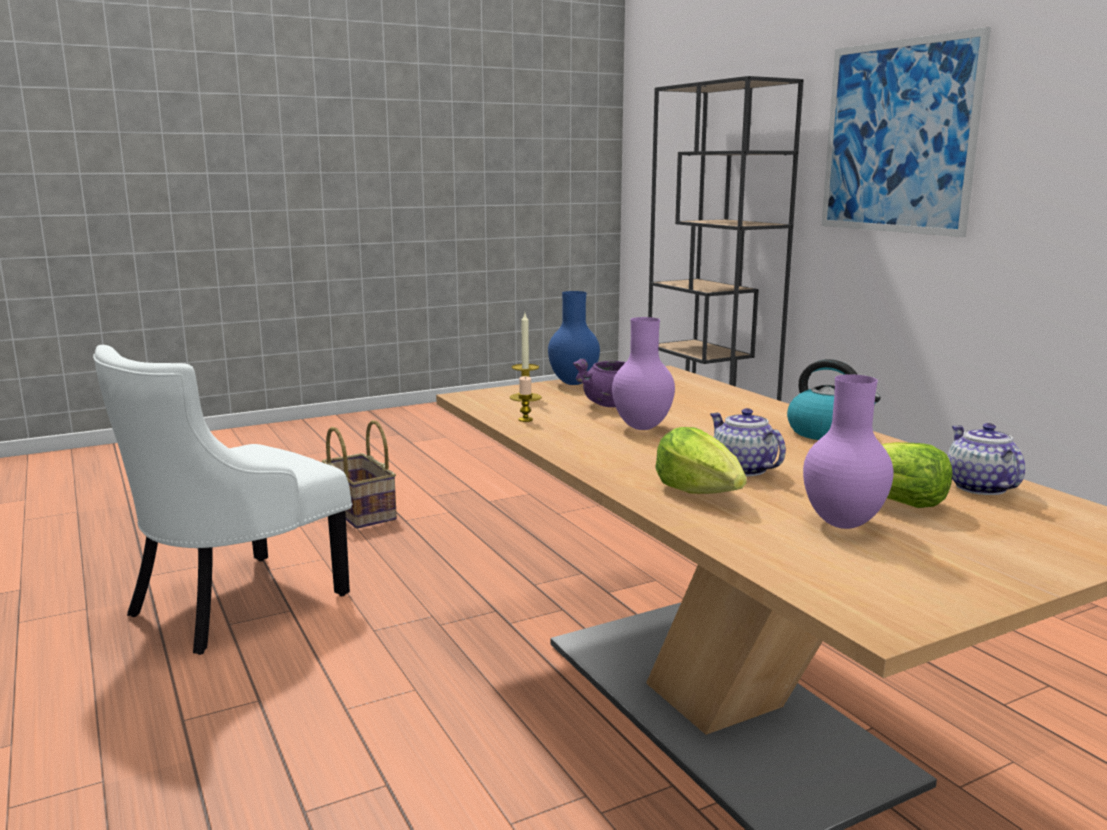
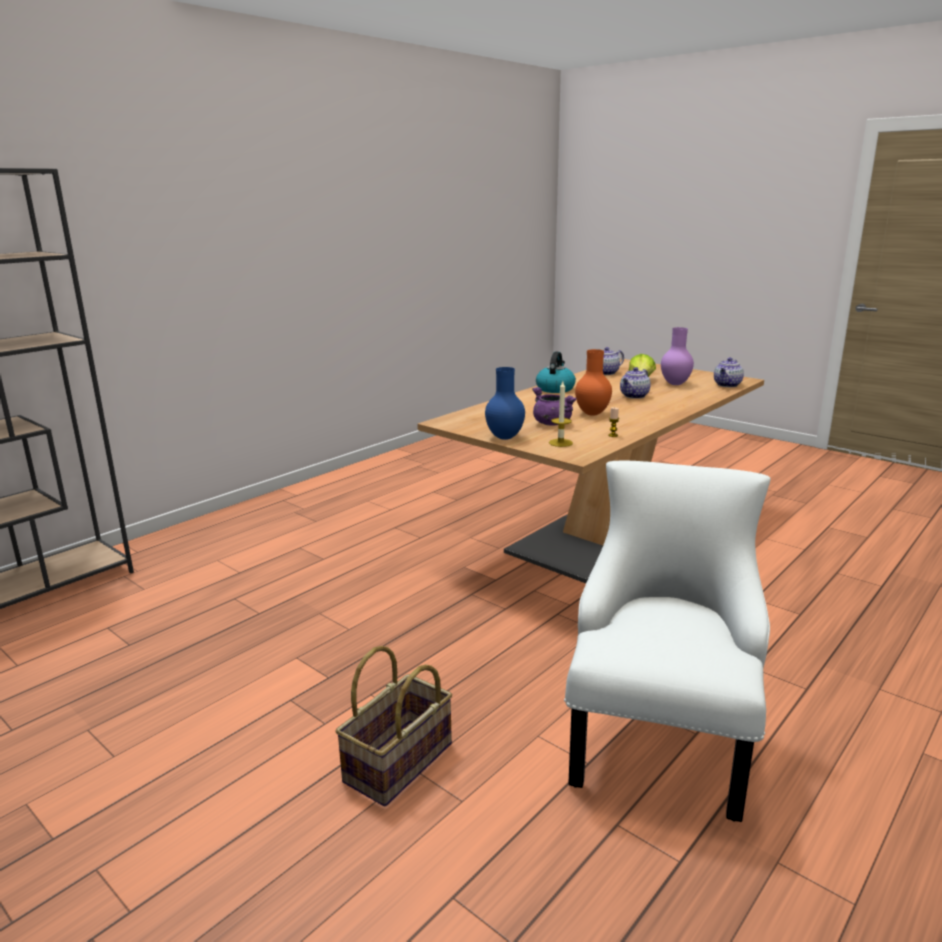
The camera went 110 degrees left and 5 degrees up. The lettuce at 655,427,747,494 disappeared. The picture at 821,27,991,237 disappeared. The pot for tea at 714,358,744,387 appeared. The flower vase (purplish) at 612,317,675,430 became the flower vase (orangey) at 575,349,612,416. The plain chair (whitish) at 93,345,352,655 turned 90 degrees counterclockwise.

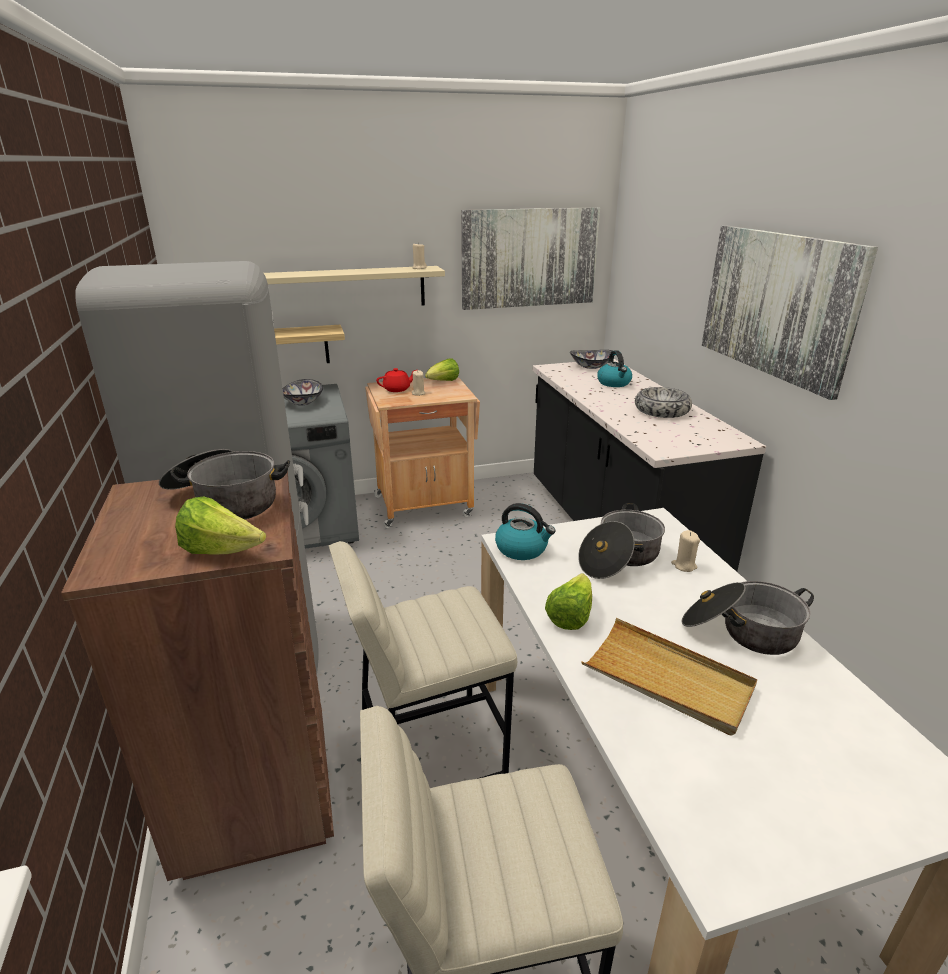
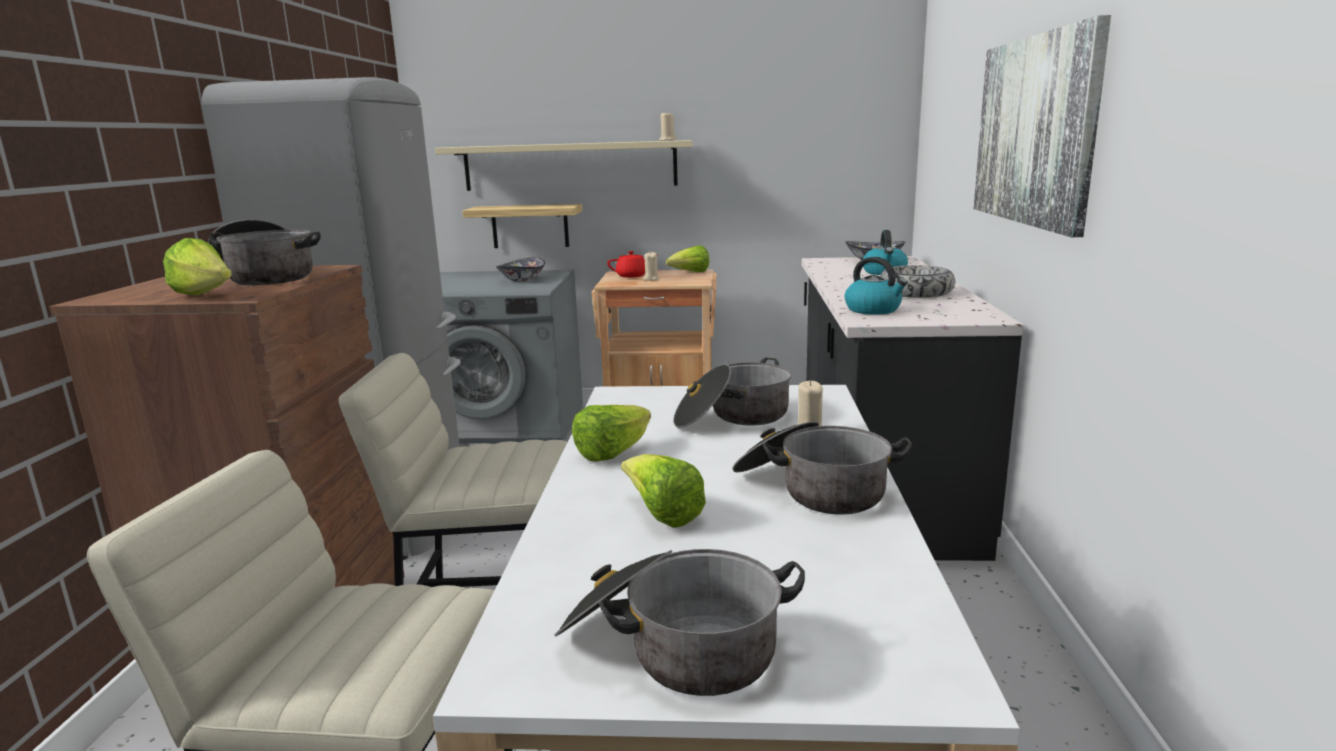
The camera went 20 degrees right and 10 degrees down. The picture at 461,207,600,310 disappeared. The stockpot at 555,549,805,696 appeared. The water kettle moved from 495,503,555,560 to 845,257,908,315. The carrying tray (beige-coloured) at 582,618,757,736 was replaced by the lettuce at 621,454,706,528.

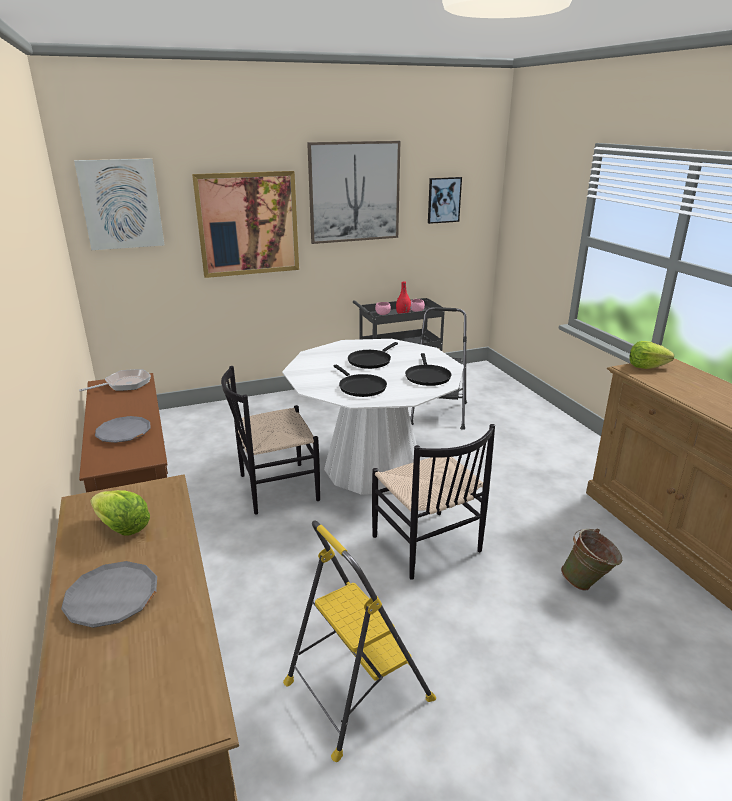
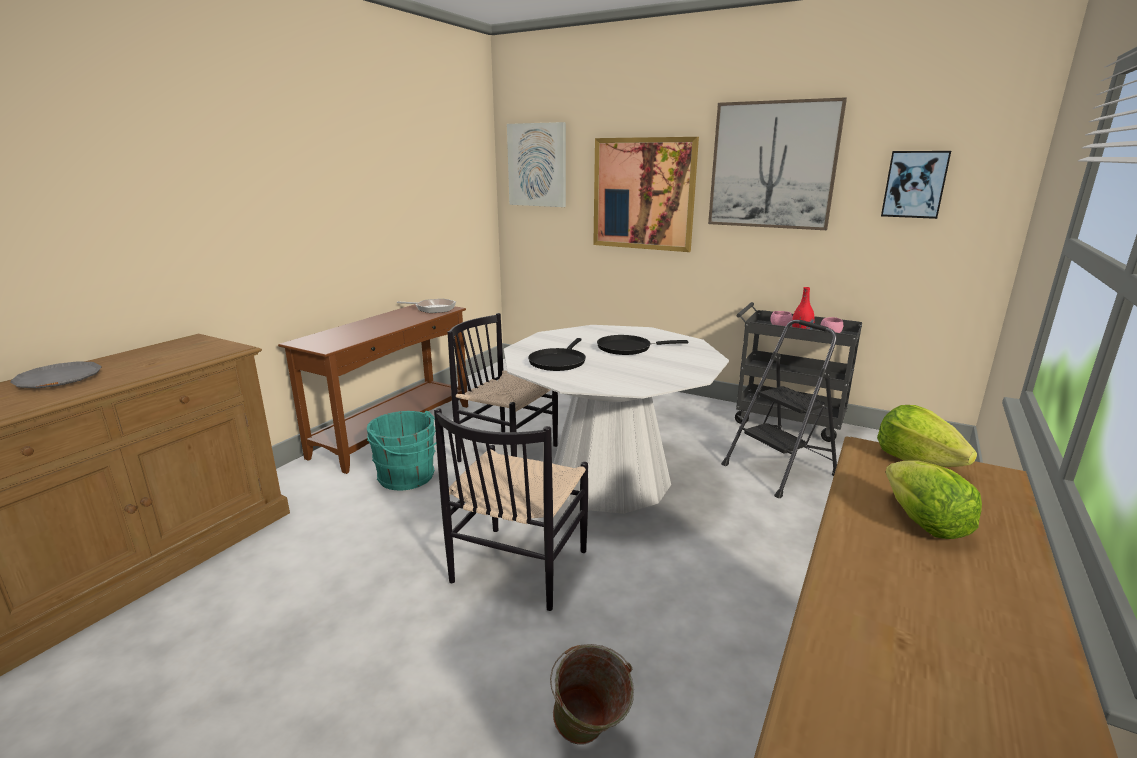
The camera went 50 degrees right and 5 degrees down. The flat dish (greyish) at 95,416,150,443 disappeared. The stepladder (yellowish) at 283,521,436,762 disappeared. The frying pan (black-coloured) at 405,353,452,386 disappeared. The bucket (blue-green) at 367,411,436,491 appeared. The lettuce moved from 90,490,150,536 to 885,460,982,539.

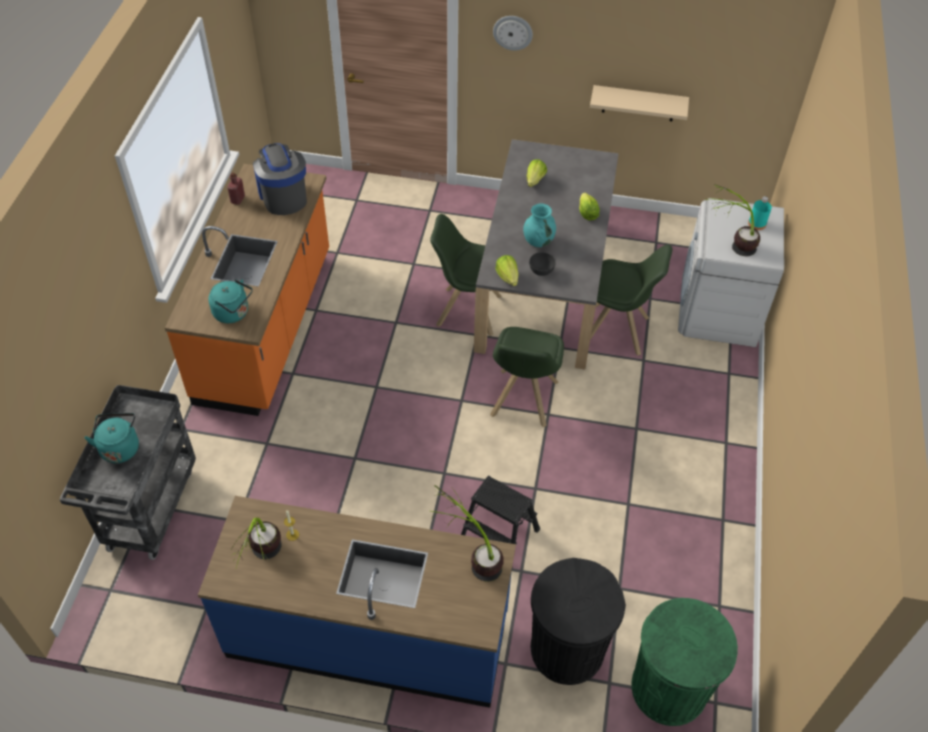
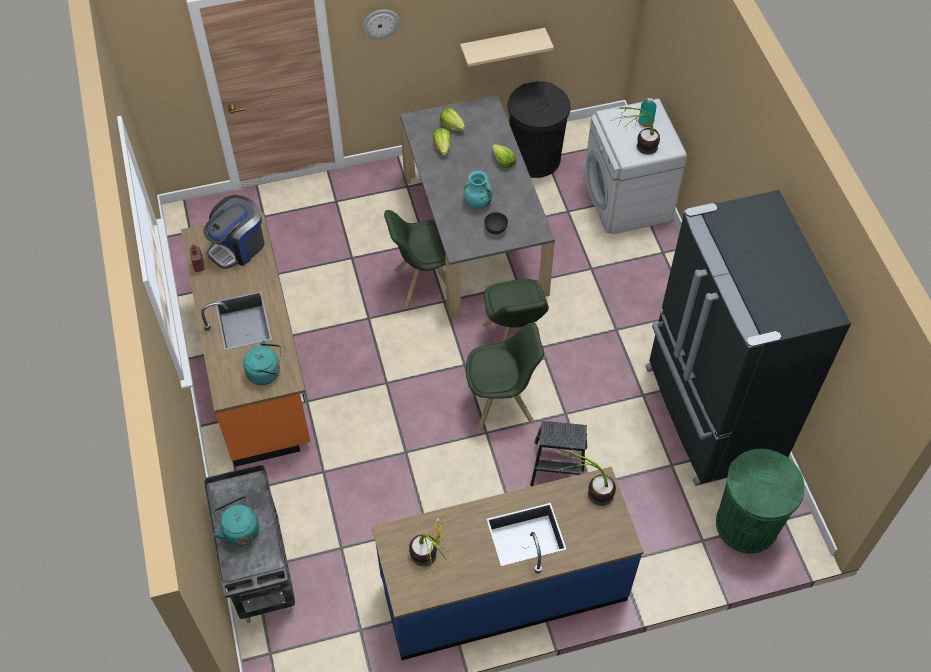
The camera went 25 degrees left and 5 degrees up. The refrigerator (black-coloured) at 646,190,851,486 appeared. The lettuce moved from 495,255,519,286 to 440,108,465,131. The waste bin (black-coloured) moved from 531,558,626,685 to 507,81,570,178. The plain chair (greenish) moved from 590,245,672,356 to 466,322,544,432. The coffee maker at 253,143,307,215 turned 90 degrees counterclockwise.

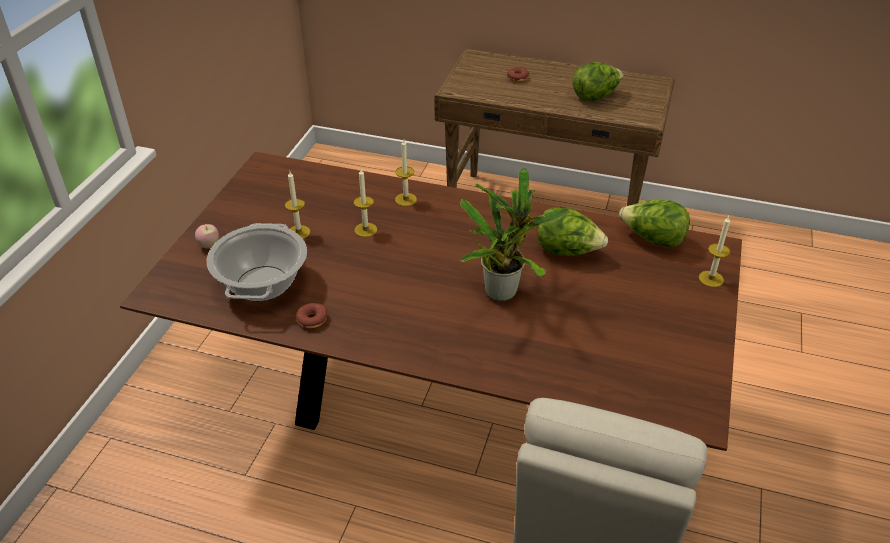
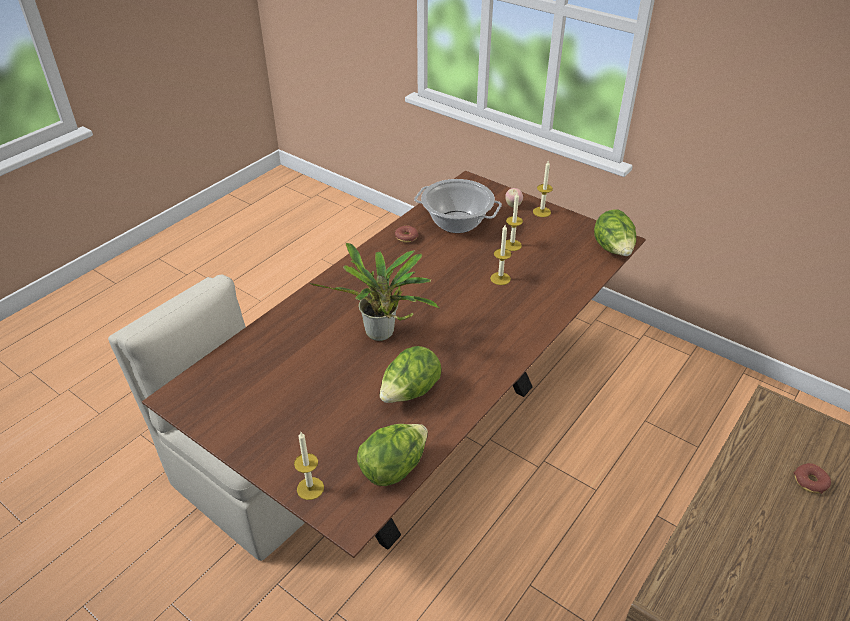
The camera went 110 degrees right and 0 degrees up. The wax light moved from 395,140,417,206 to 533,161,553,217. The lettuce moved from 572,62,623,101 to 594,209,636,256.

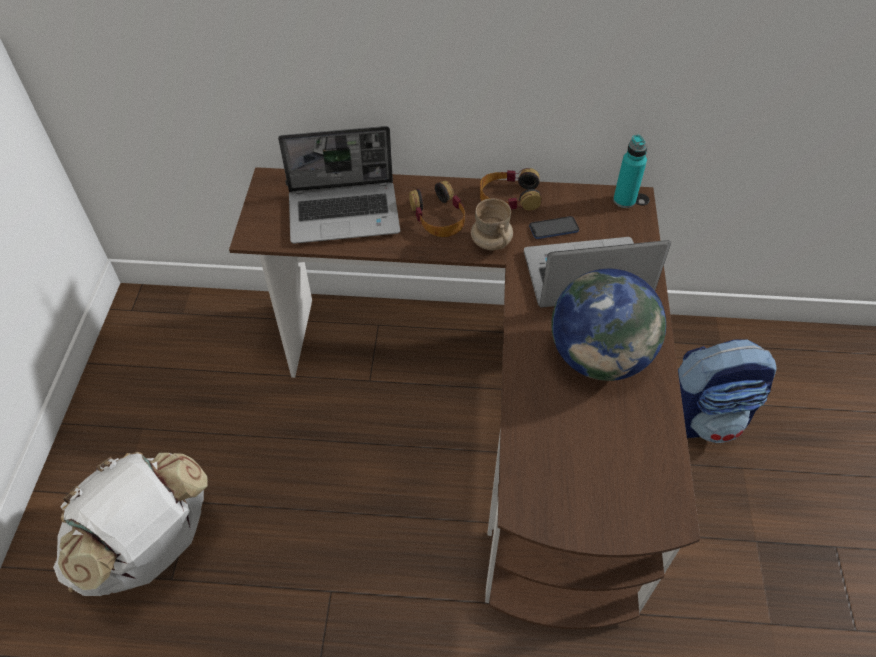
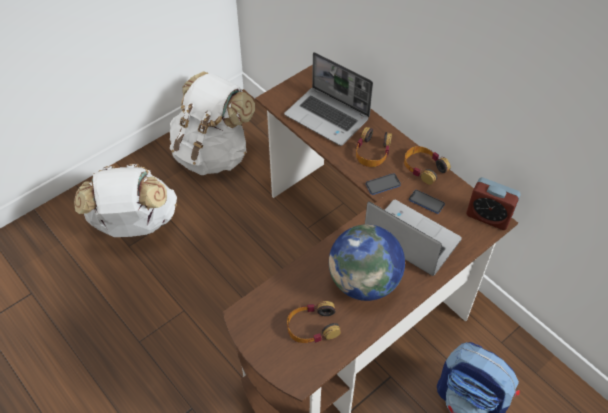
The camera went 45 degrees right and 0 degrees up. The knapsack (whitish) at 170,71,255,175 appeared. The headphones at 287,301,341,343 appeared. The mug (beige-coloured) at 471,199,513,250 was replaced by the telephone at 366,173,401,195. The beverage bottle (blue-green) at 613,135,647,208 was replaced by the table clock at 466,177,521,230.

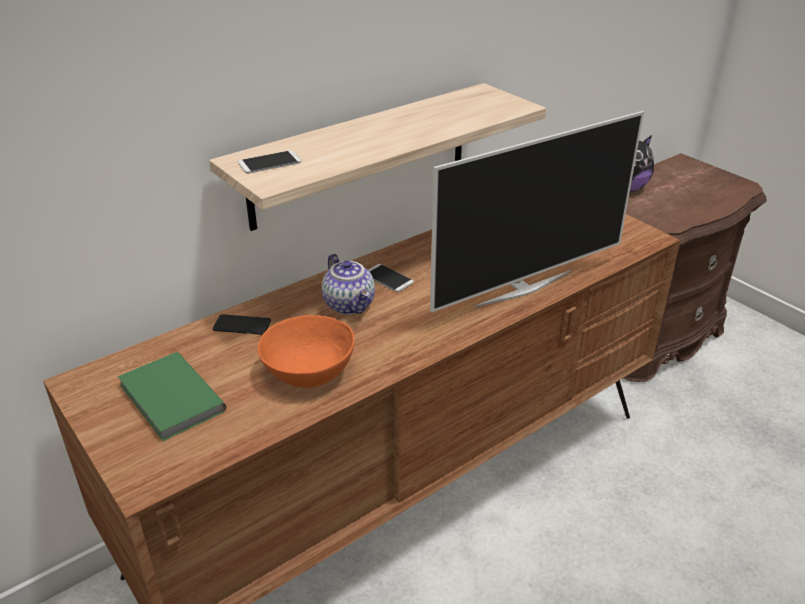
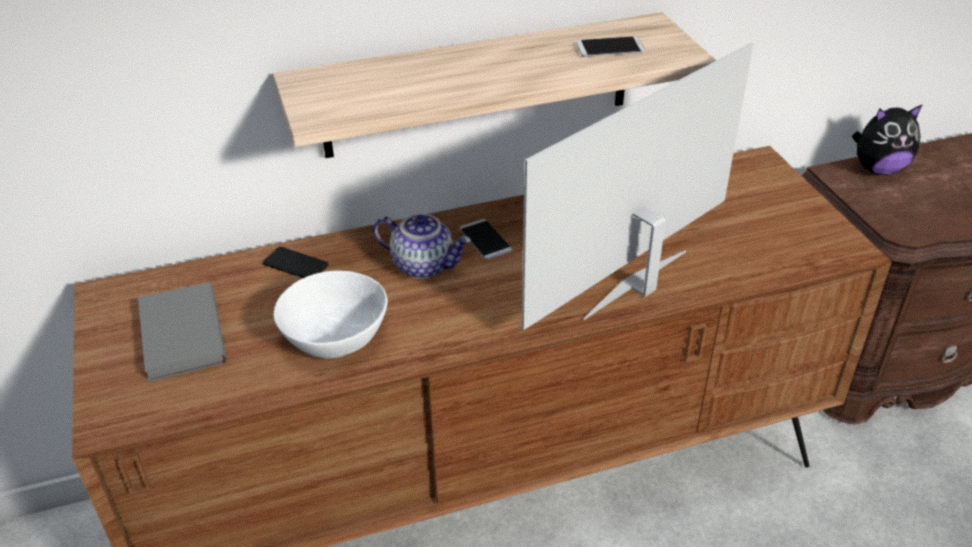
The camera went 20 degrees right and 5 degrees up. The telephone moved from 238,151,302,174 to 576,36,645,57. The volume (greenish) at 118,352,226,441 became the volume (greyish) at 138,282,227,382. The serving bowl (orangey) at 257,315,354,388 became the serving bowl (whitish) at 273,271,388,358. The pot for tea at 322,254,375,315 turned 60 degrees counterclockwise. The TV at 430,111,644,313 turned 150 degrees clockwise.

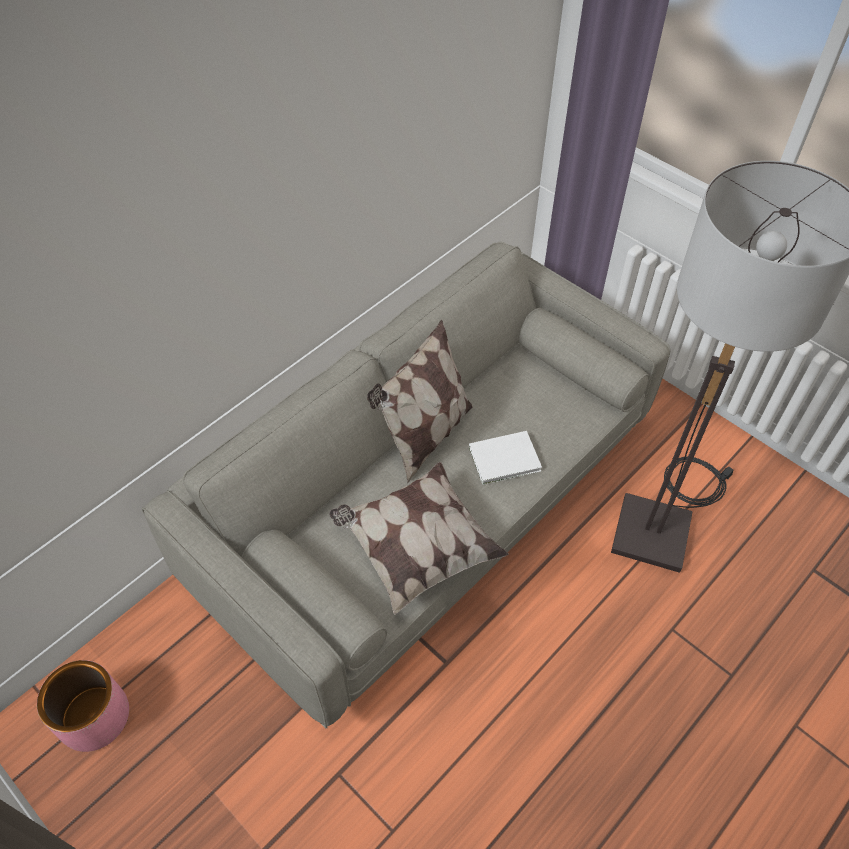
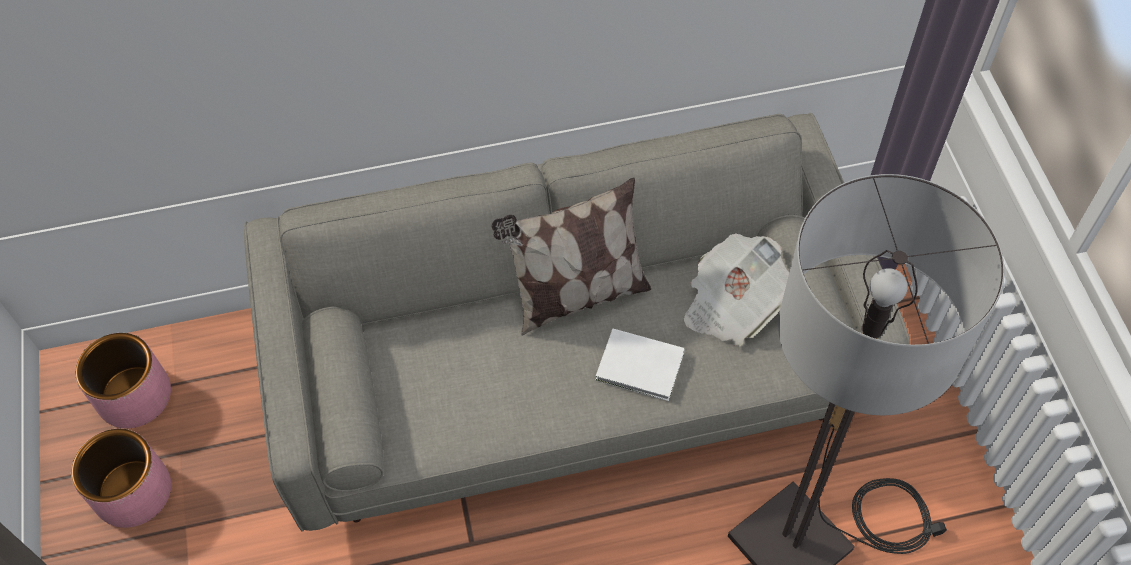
The camera went 35 degrees right and 5 degrees up. The pillow at 329,462,508,615 disappeared. The plant pot (pinkish) at 71,429,171,528 appeared. The printed paper at 684,233,789,346 appeared.

